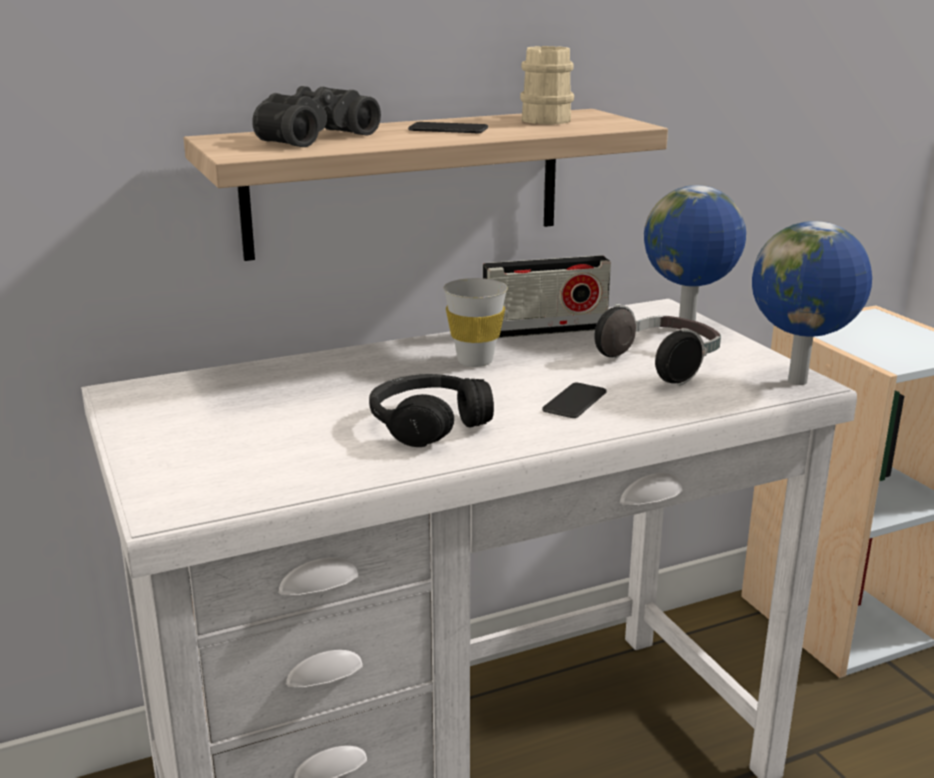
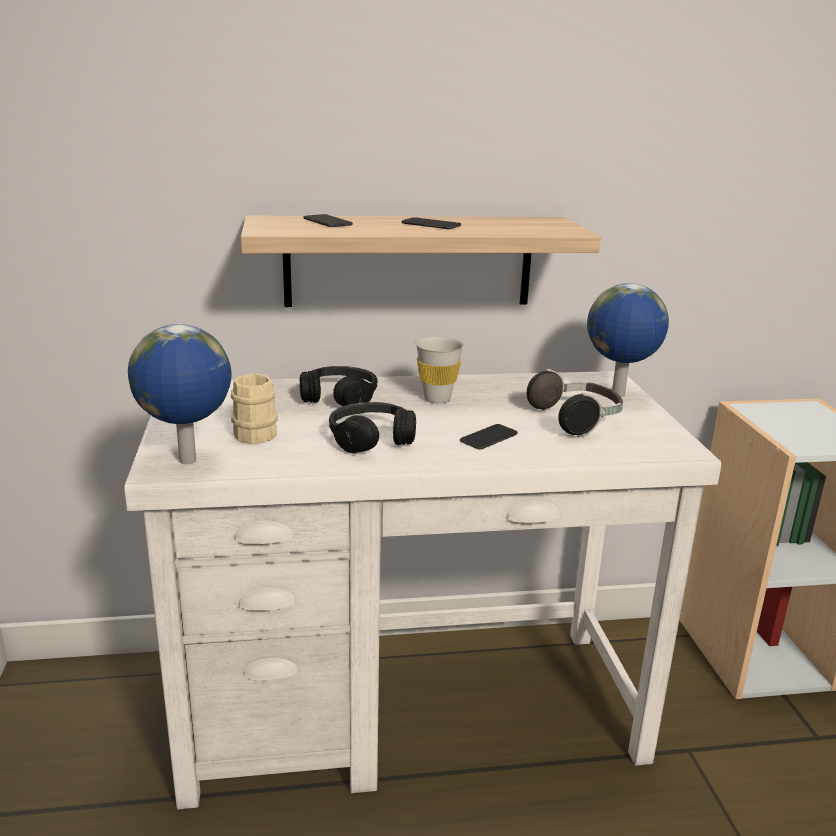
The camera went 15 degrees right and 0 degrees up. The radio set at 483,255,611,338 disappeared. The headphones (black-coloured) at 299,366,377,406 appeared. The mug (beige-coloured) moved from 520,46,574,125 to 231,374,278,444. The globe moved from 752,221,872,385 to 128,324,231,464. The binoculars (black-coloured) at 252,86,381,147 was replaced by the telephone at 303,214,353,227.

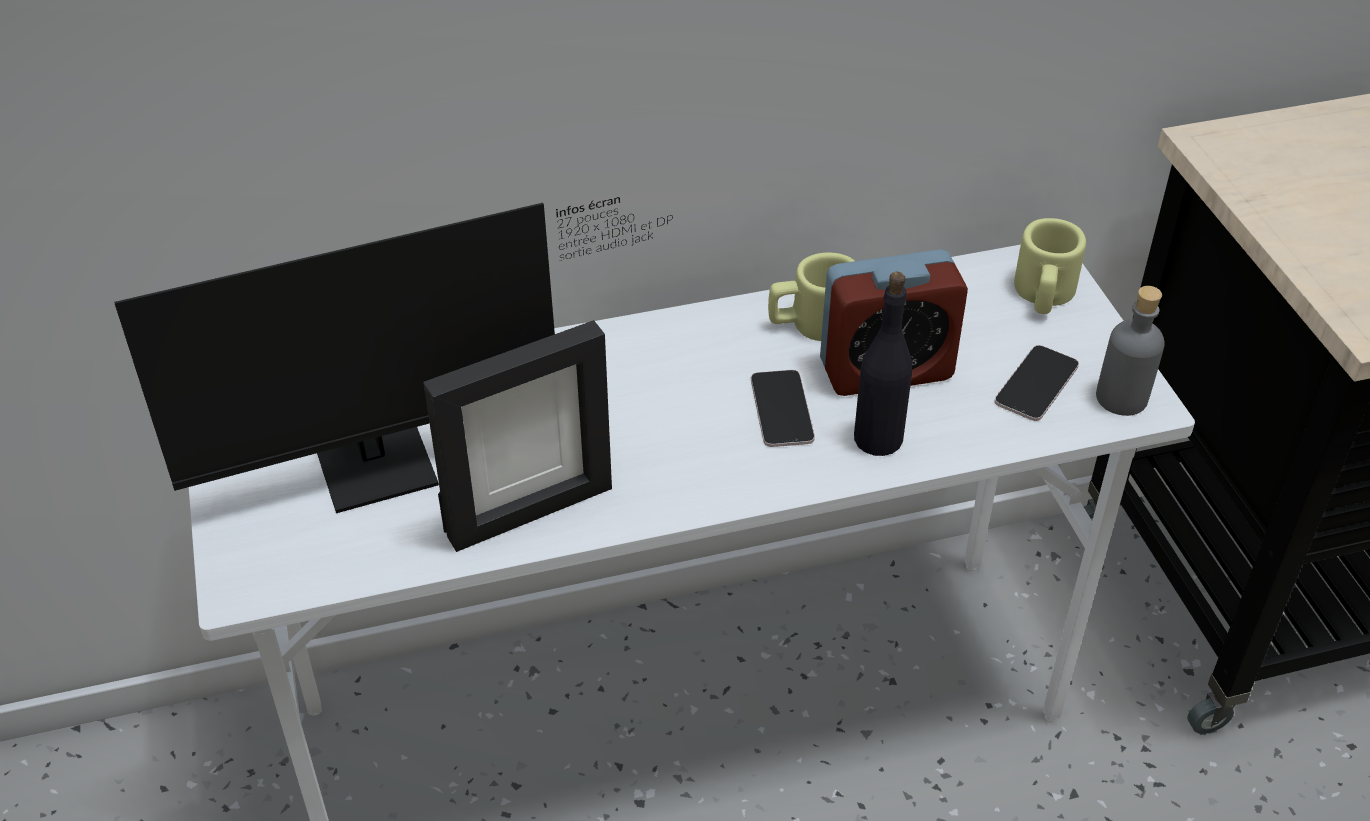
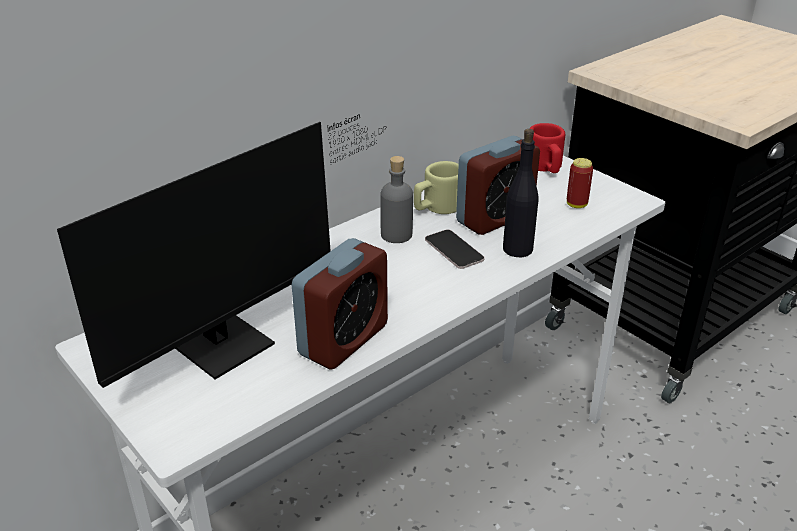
The camera went 25 degrees left and 10 degrees down. The beverage bottle (greyish) moved from 1096,286,1165,416 to 380,156,413,243. The picture frame at 423,320,612,552 was replaced by the table clock at 292,238,388,369. The telephone at 995,345,1079,421 was replaced by the sealed can at 567,158,593,208. The mug (beige-coloured) at 1014,218,1086,314 became the mug (red-coloured) at 529,123,565,173.

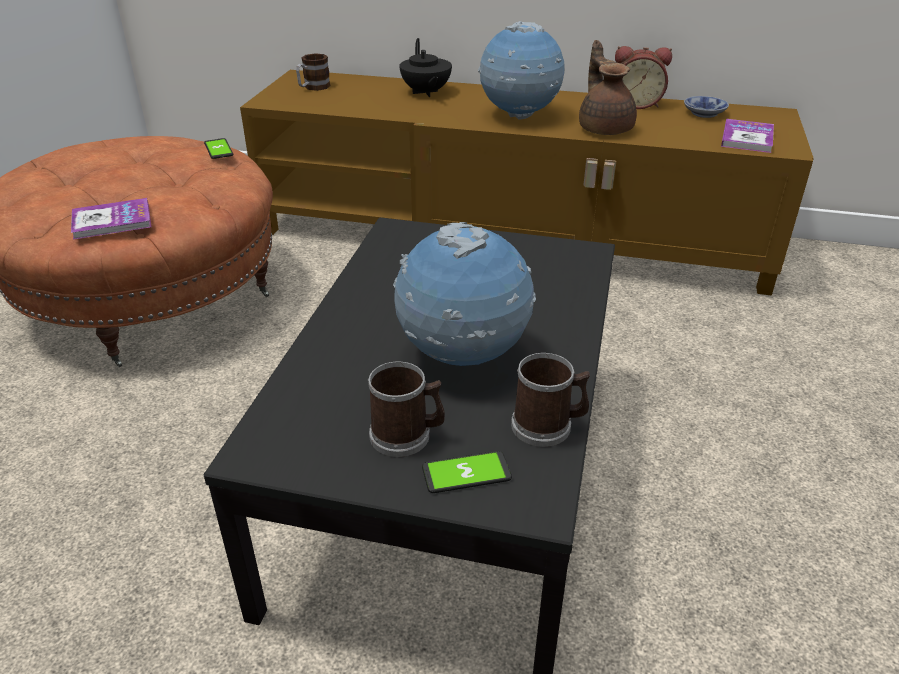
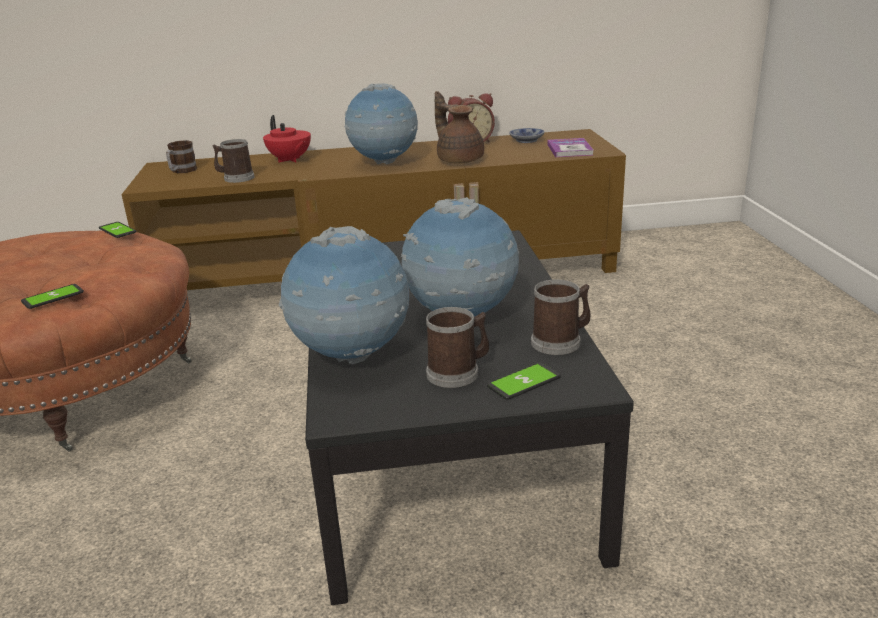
The camera went 20 degrees left and 10 degrees down. The mug at 213,139,255,183 appeared. The globe at 279,226,409,365 appeared. The volume at 71,198,151,240 was replaced by the telephone at 21,284,84,309. The pot for tea (black-coloured) at 399,38,452,97 became the pot for tea (red-coloured) at 263,115,311,163.

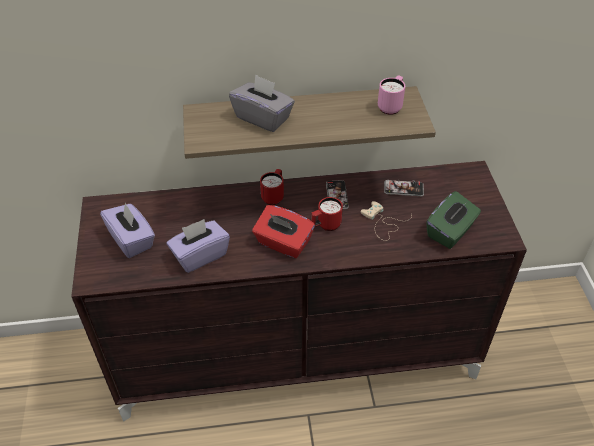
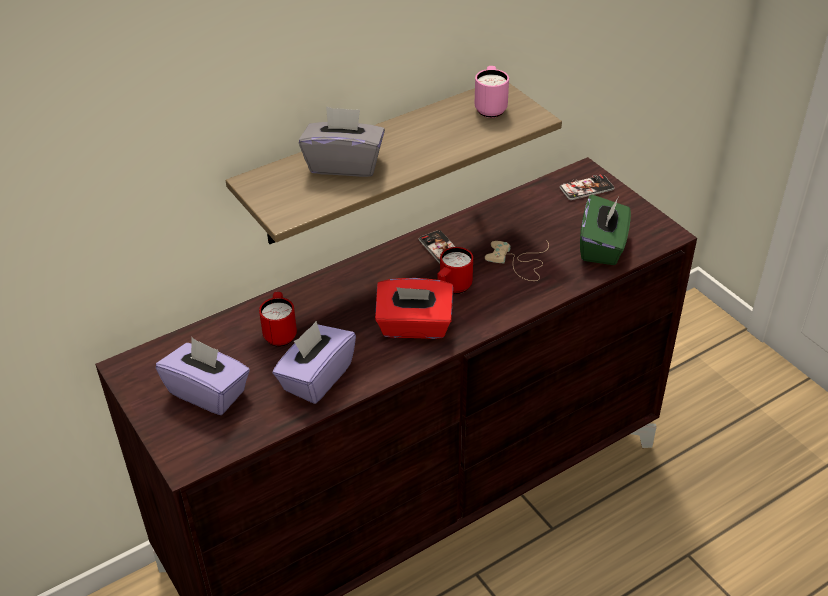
The camera went 25 degrees left and 5 degrees down. The mug (red-coloured) moved from 260,169,284,205 to 259,292,297,347. The telephone moved from 384,180,424,196 to 560,174,614,200.

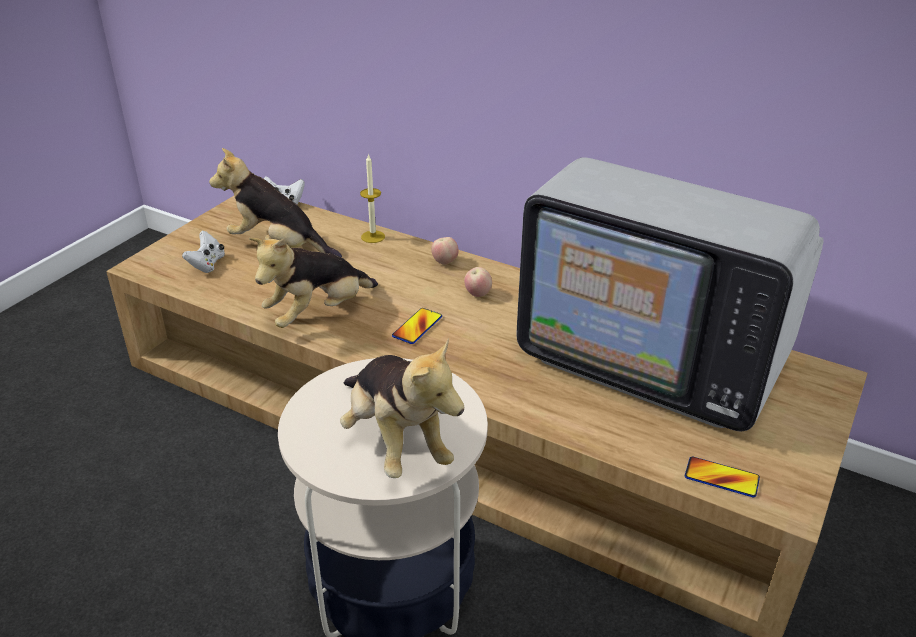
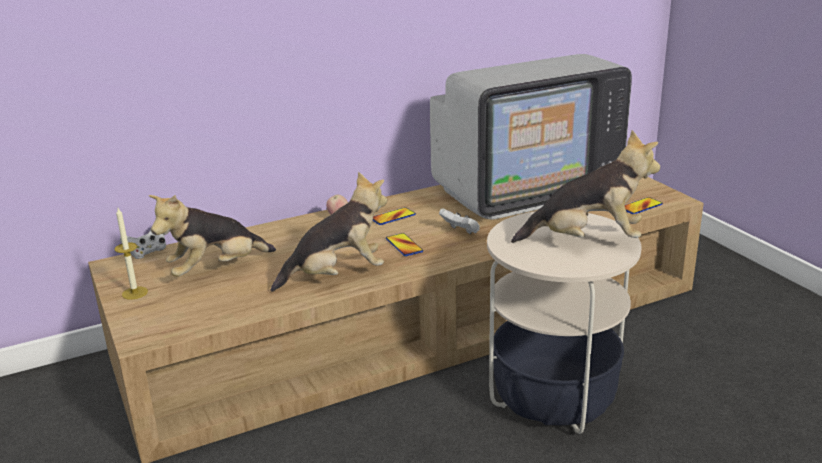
The camera went 55 degrees left and 10 degrees down. The game controller (whitish) moved from 182,231,225,273 to 439,208,480,234. The wax light moved from 360,153,385,243 to 115,208,148,300. The apple at 464,267,492,297 was replaced by the telephone at 373,207,416,225. The plush toy at 249,238,378,328 turned 105 degrees counterclockwise.

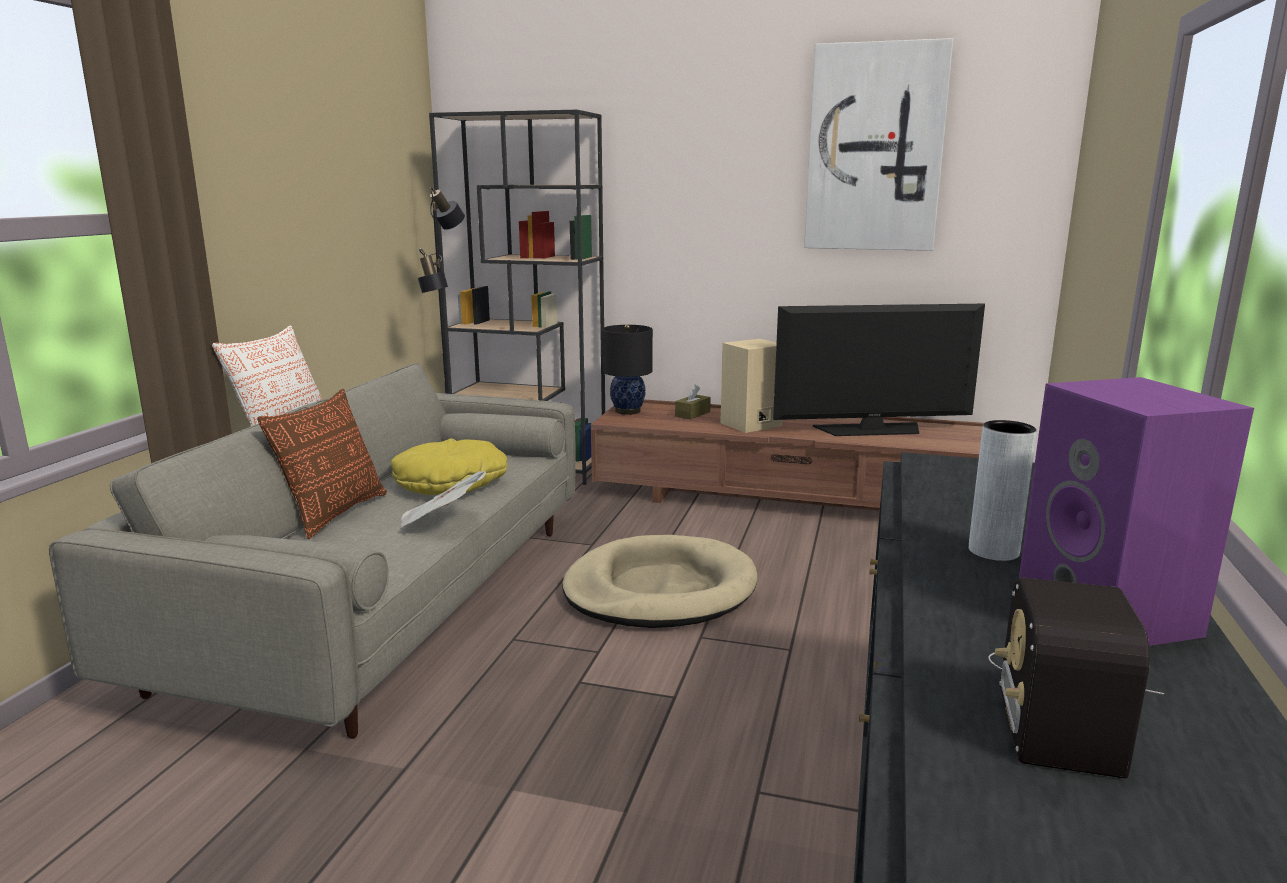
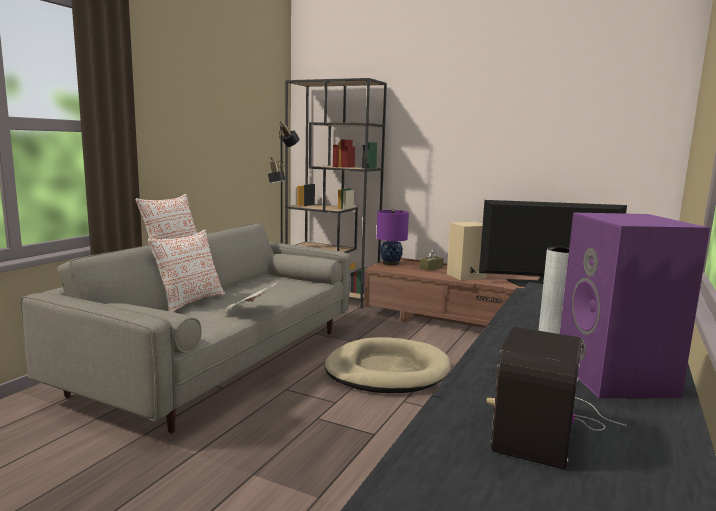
The camera went 10 degrees right and 5 degrees down. The pillow (yellowish) at 391,439,507,495 disappeared. The picture at 804,38,953,251 disappeared. The pillow (brown-coloured) at 257,389,387,539 became the pillow (whitish) at 148,230,225,312. The table lamp (black-coloured) at 602,324,653,415 became the table lamp (purplish) at 376,209,409,265.

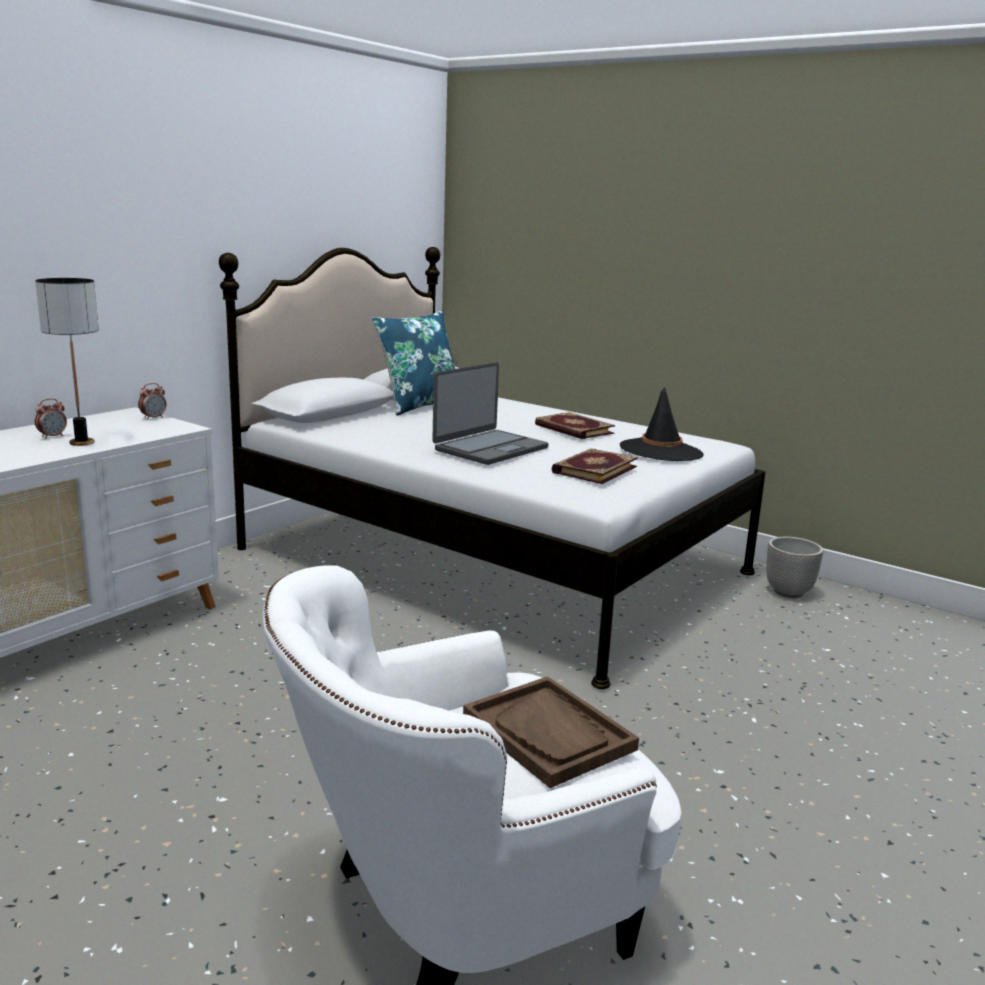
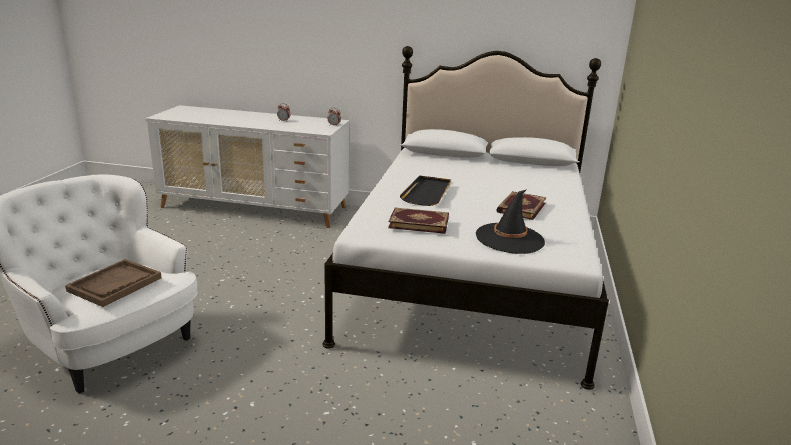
The camera went 65 degrees right and 5 degrees up. The table lamp at 35,278,99,446 disappeared. The pillow (blue-coloured) at 372,310,455,416 disappeared. The plant pot at 766,537,823,598 disappeared. The notebook computer at 432,362,548,465 was replaced by the carrying tray (black-coloured) at 400,176,451,206.

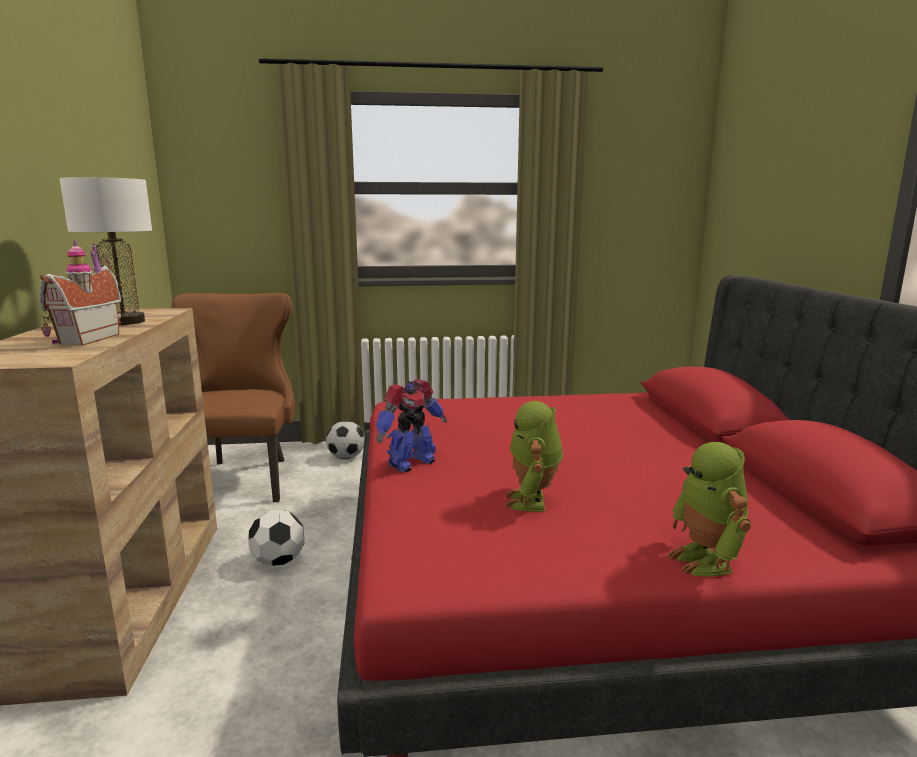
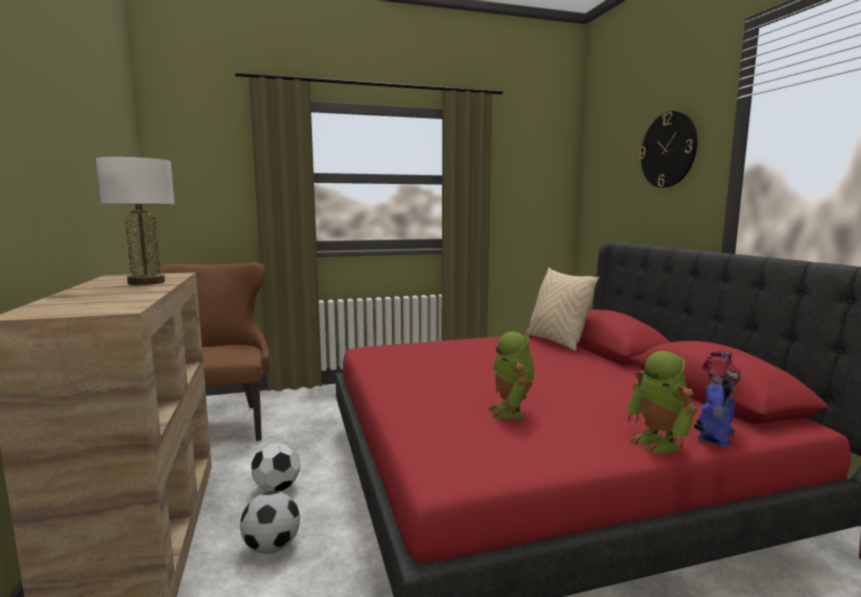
The camera went 10 degrees left and 5 degrees down. The toy house at 39,239,121,346 disappeared. The pillow (beige-coloured) at 526,268,599,351 appeared. The hanging clock at 639,111,697,188 appeared. The football ball moved from 326,421,365,459 to 240,491,300,554. The toy robot moved from 376,379,447,472 to 694,350,742,447.

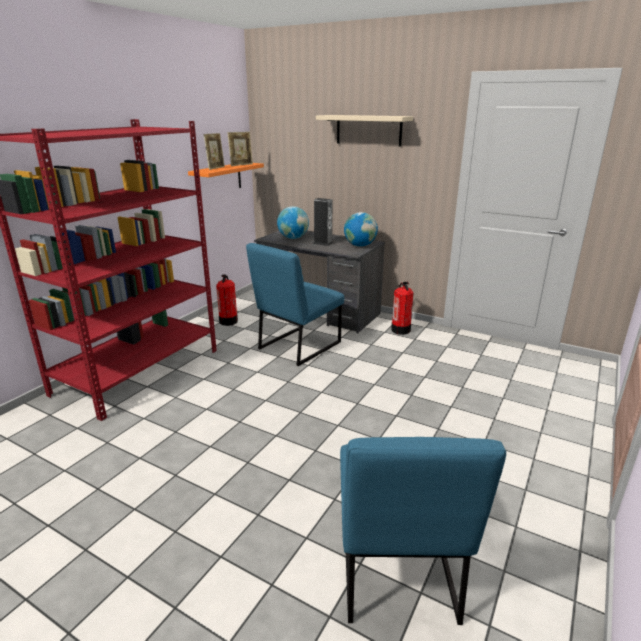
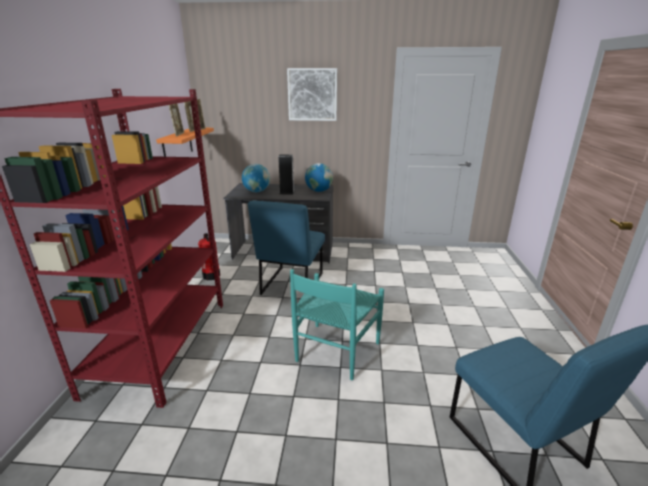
The camera went 25 degrees left and 0 degrees up. The fire-fighting cylinder at 391,282,413,335 disappeared. The plain chair (blue-green) at 290,269,384,380 appeared. The bracket shelf (beige-coloured) at 316,115,413,146 was replaced by the picture at 287,68,337,121.

